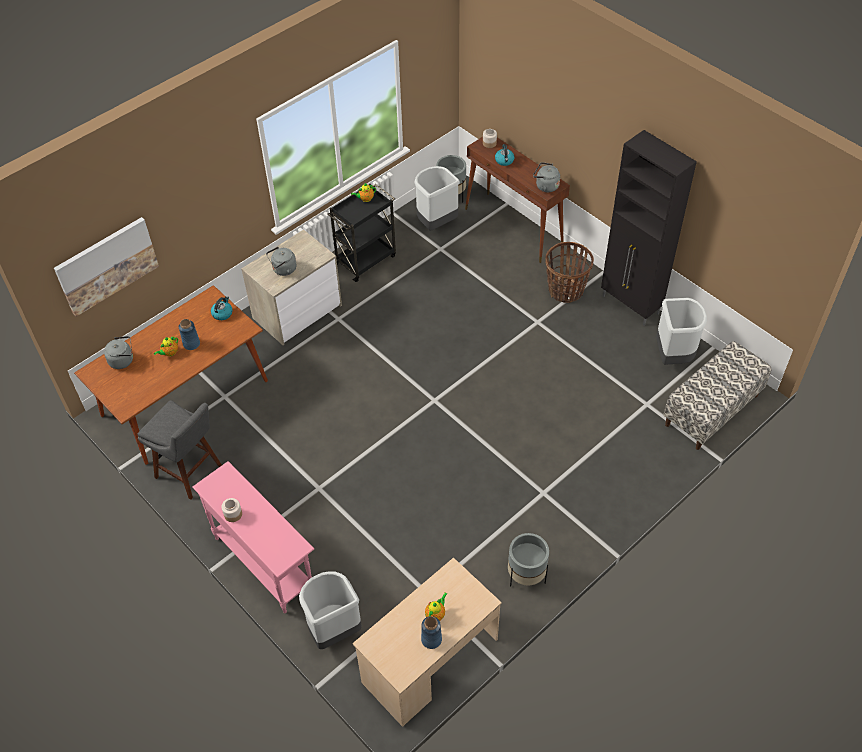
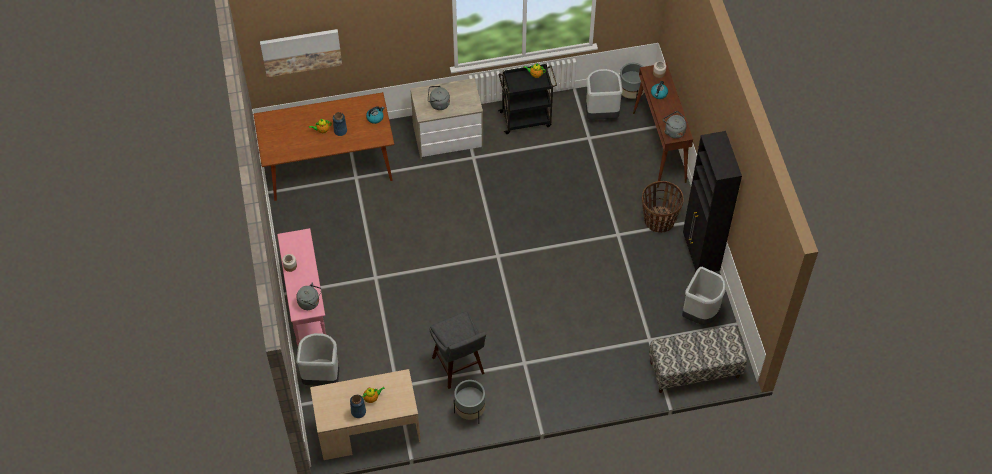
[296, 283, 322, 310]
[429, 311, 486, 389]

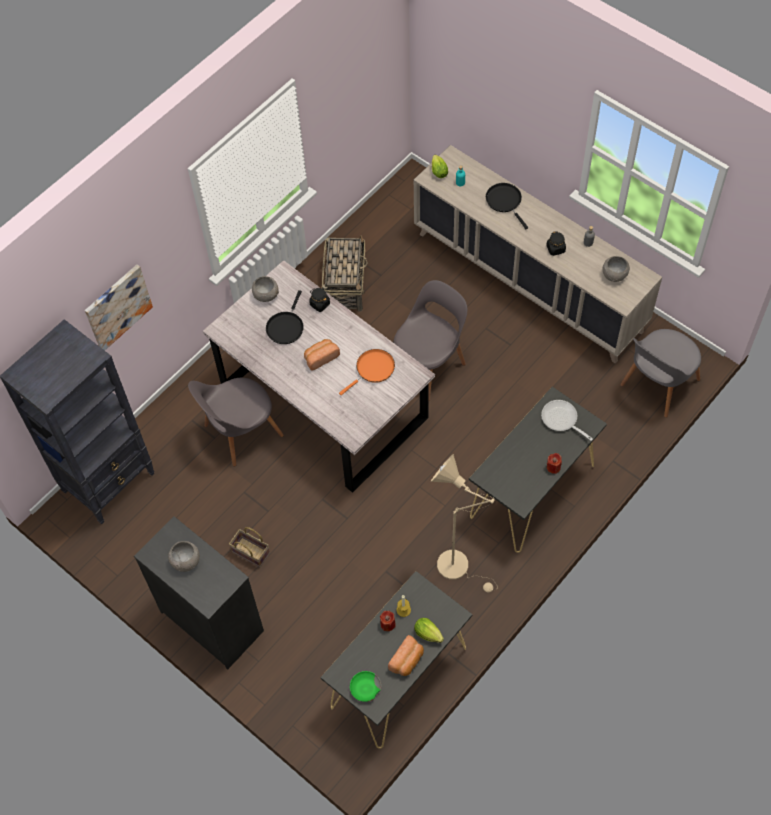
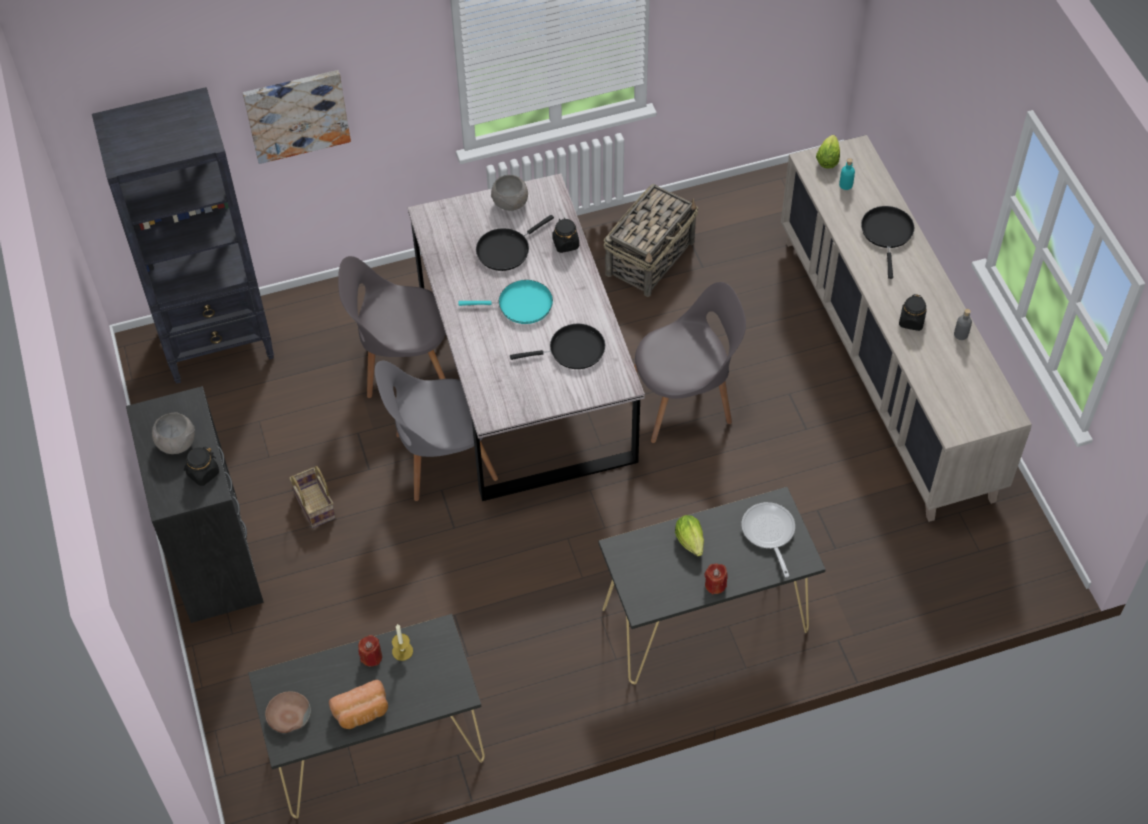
[603, 256, 630, 282] (first image)
[375, 361, 498, 501]
[458, 280, 553, 324]
[510, 324, 605, 369]
[431, 454, 498, 592] (first image)
[675, 515, 704, 556]
[265, 691, 311, 733]
[184, 447, 219, 486]

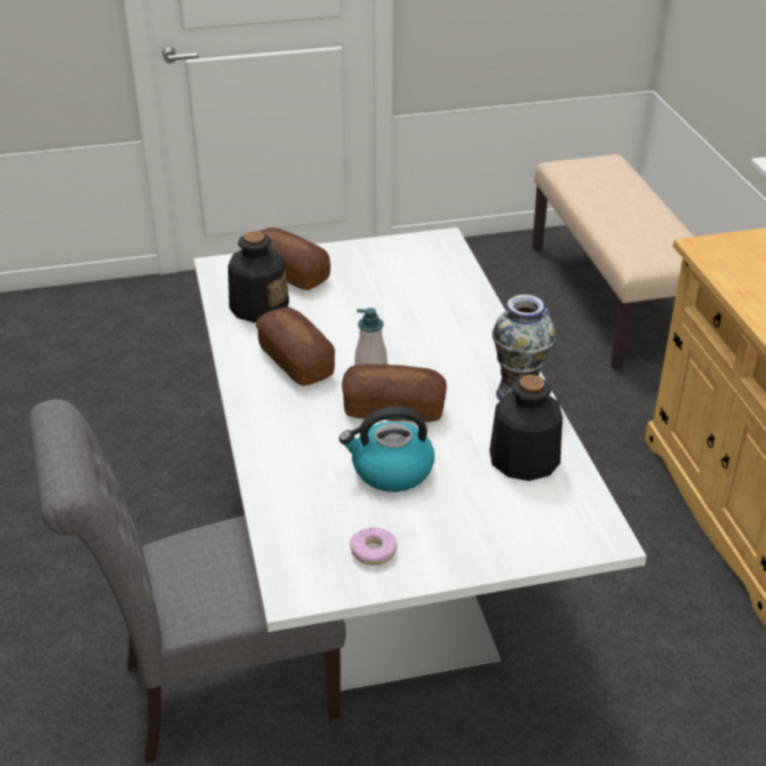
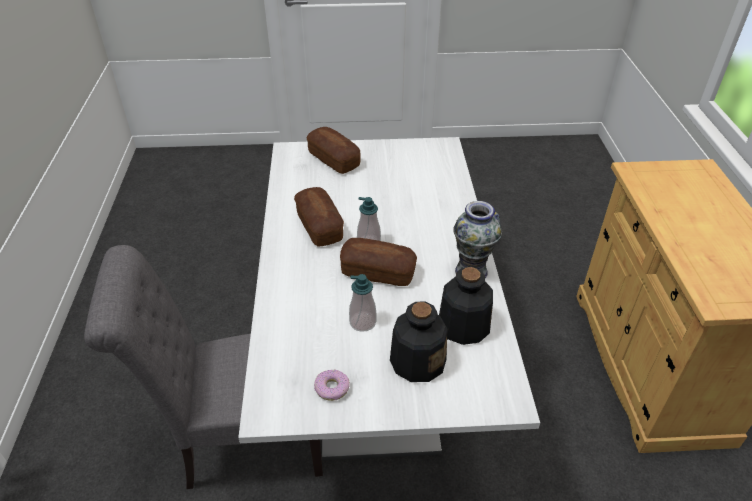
[532, 154, 694, 370] (first image)
[390, 302, 448, 382]
[349, 274, 377, 332]

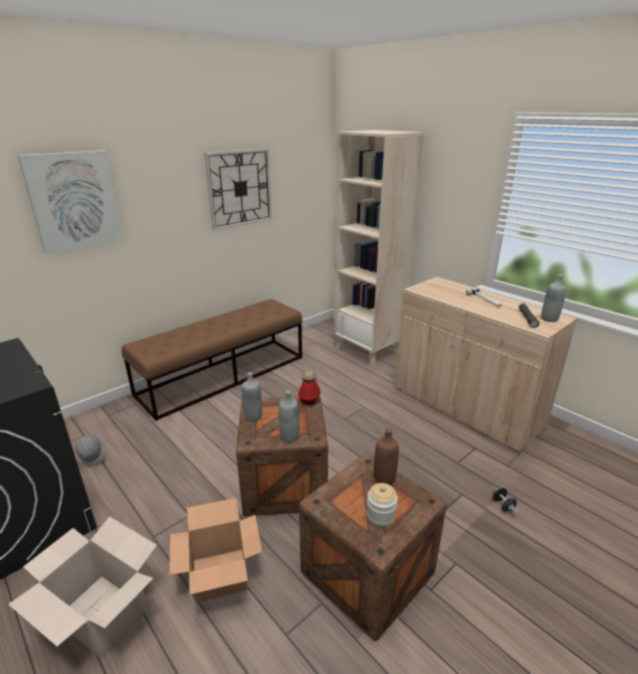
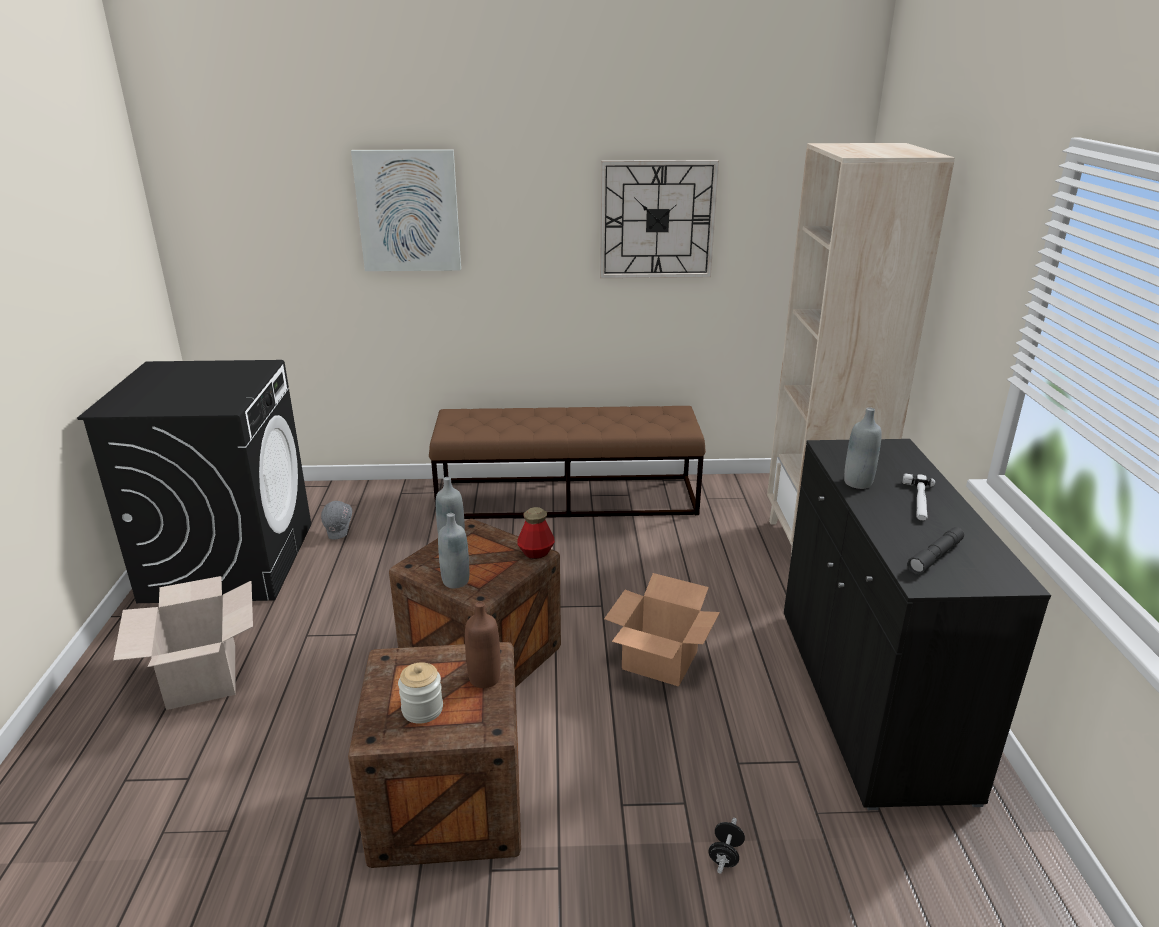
[844, 407, 882, 489]
[784, 439, 1051, 810]
[604, 573, 720, 687]

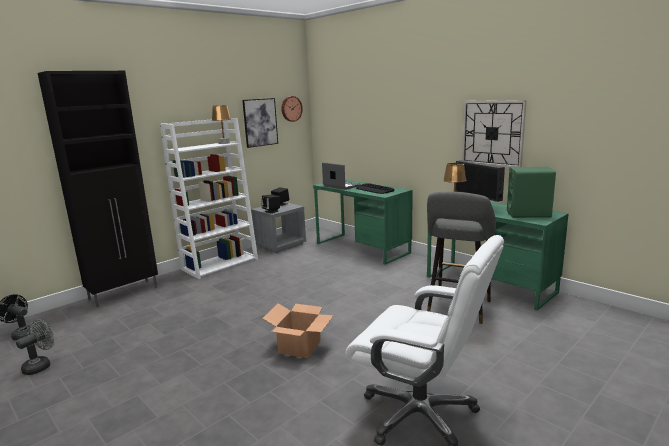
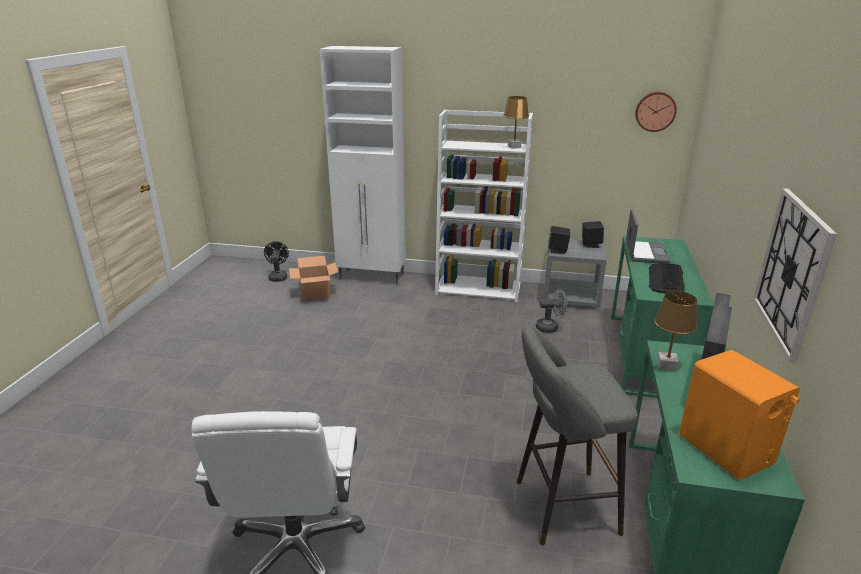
[320, 46, 406, 285]
[242, 98, 278, 148] (first image)
[679, 350, 800, 480]
[289, 256, 338, 301]
[536, 289, 568, 333]

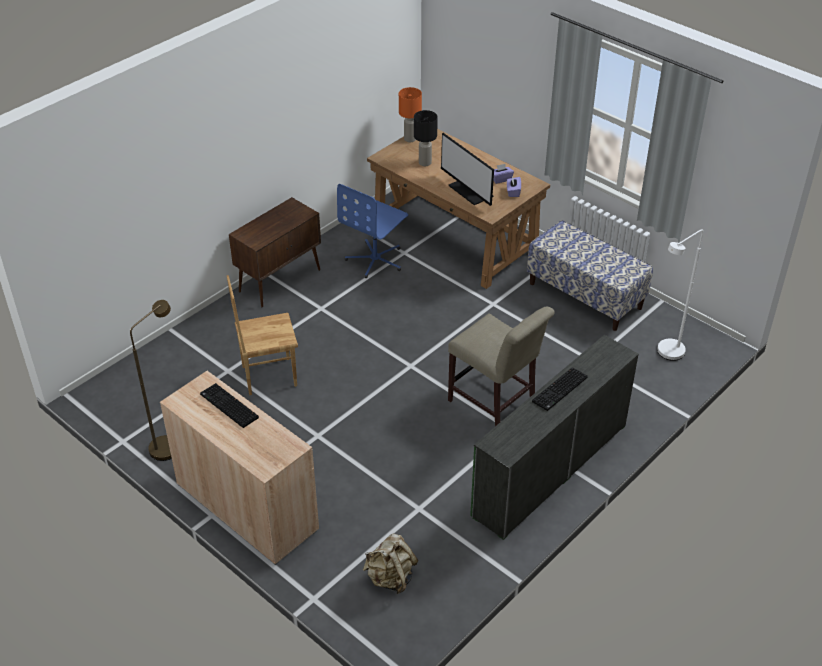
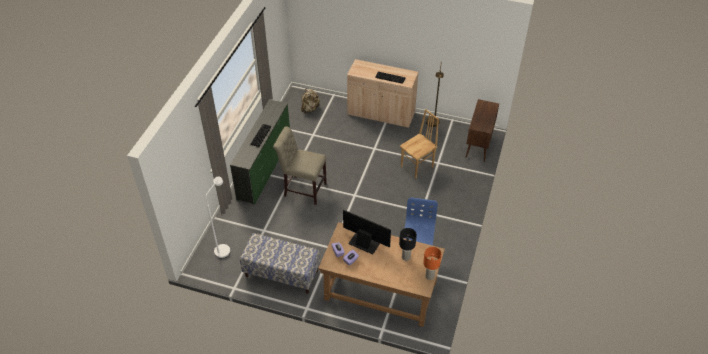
[466, 99, 499, 162]

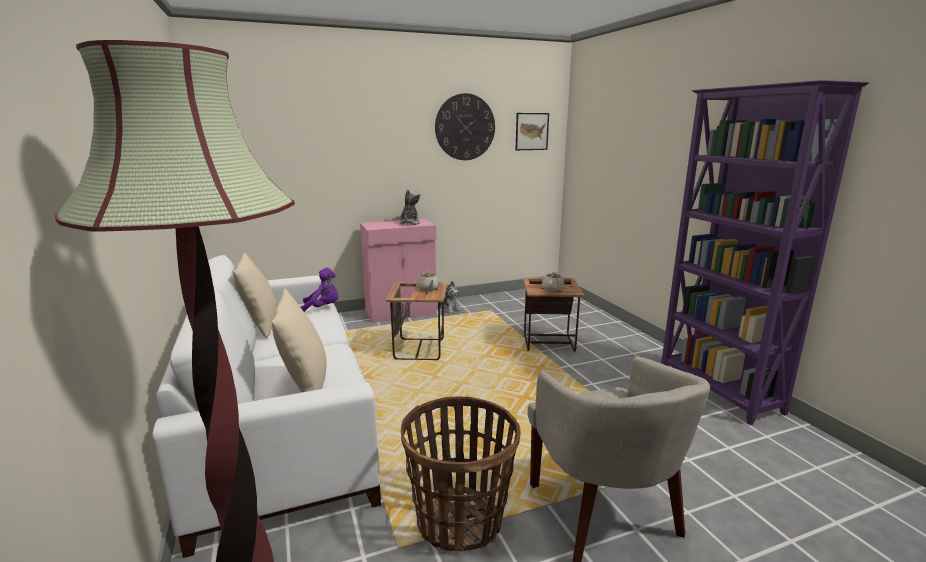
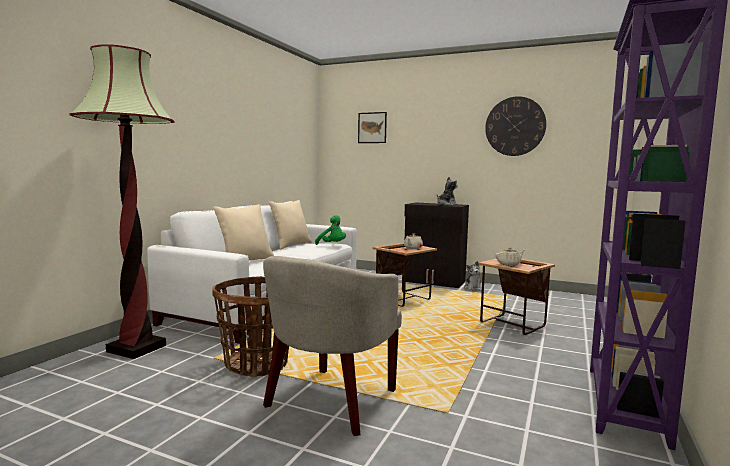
[358, 112, 387, 143]
[405, 202, 469, 288]
[315, 215, 346, 245]

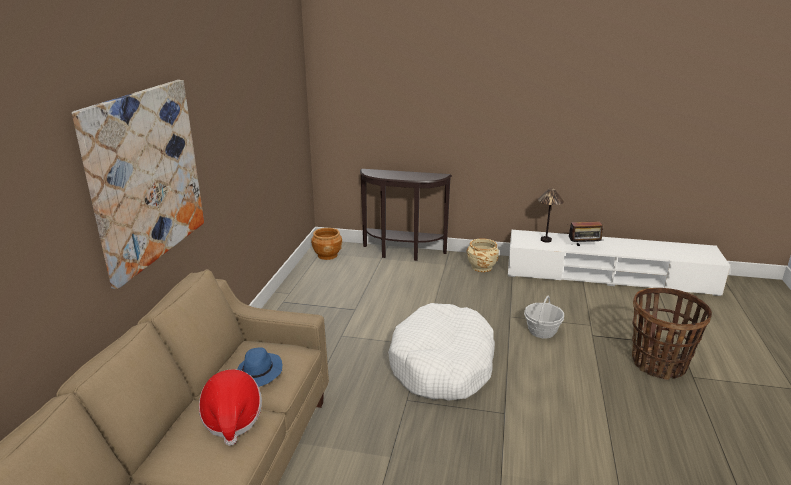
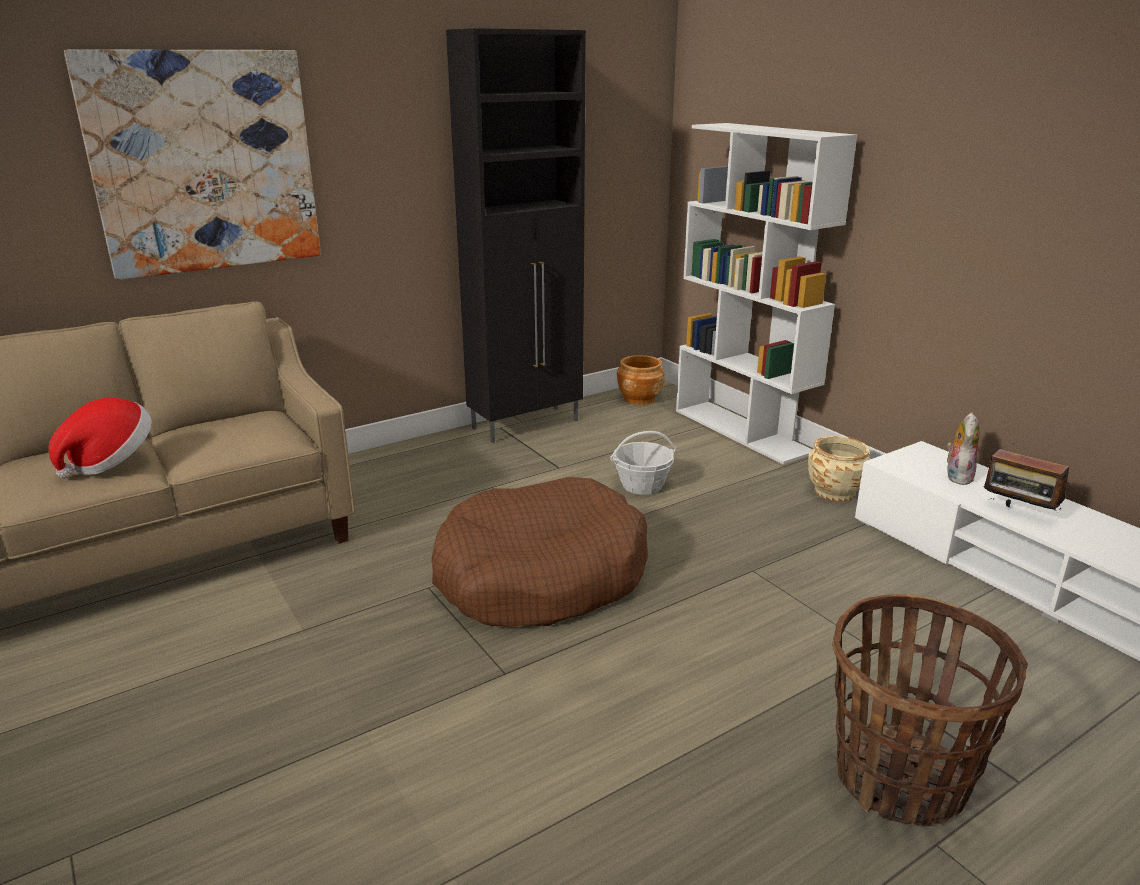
[676, 123, 857, 465]
[947, 412, 980, 485]
[610, 431, 676, 495]
[431, 477, 648, 627]
[237, 347, 282, 387] (first image)
[446, 28, 586, 443]

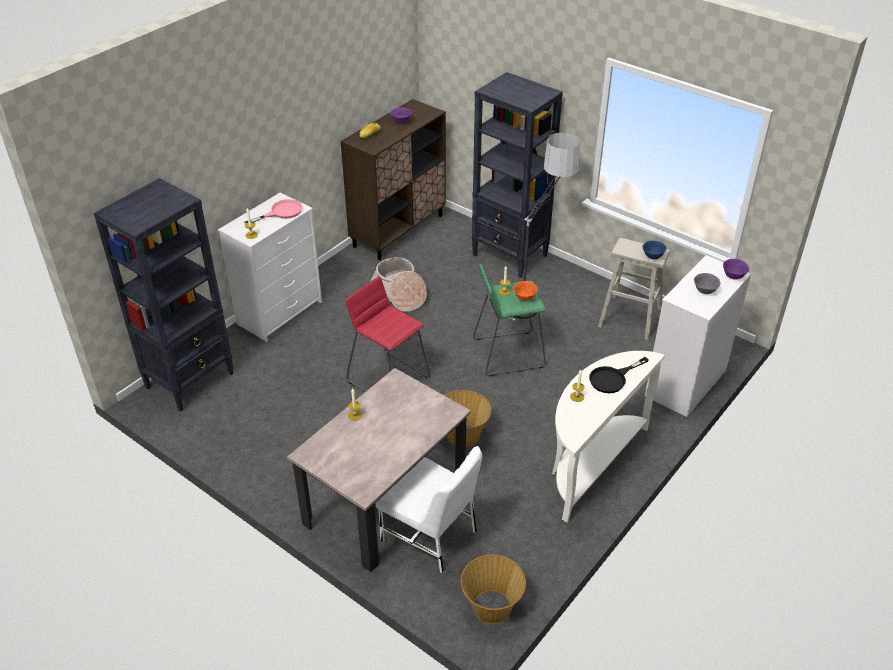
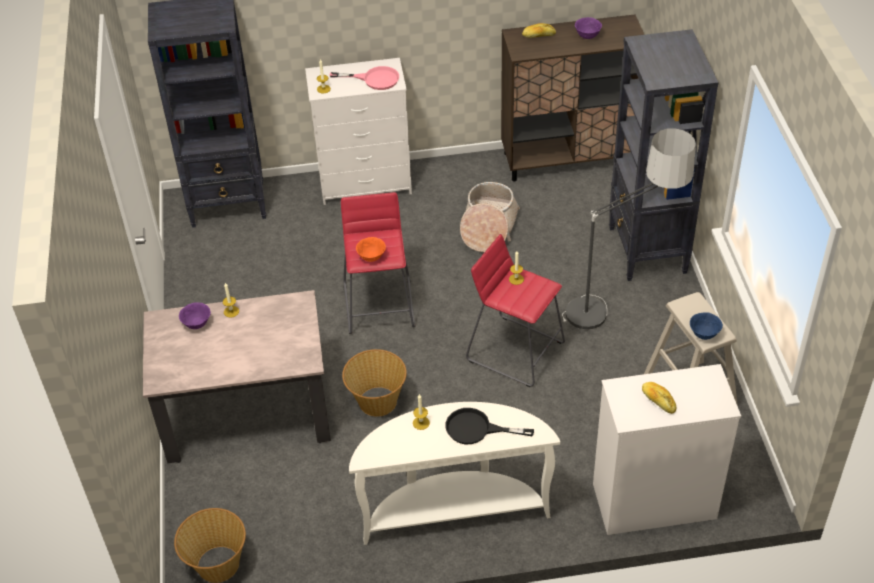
[179, 302, 211, 329]
[466, 234, 565, 387]
[642, 382, 676, 414]
[356, 237, 386, 262]
[376, 446, 482, 574] (first image)

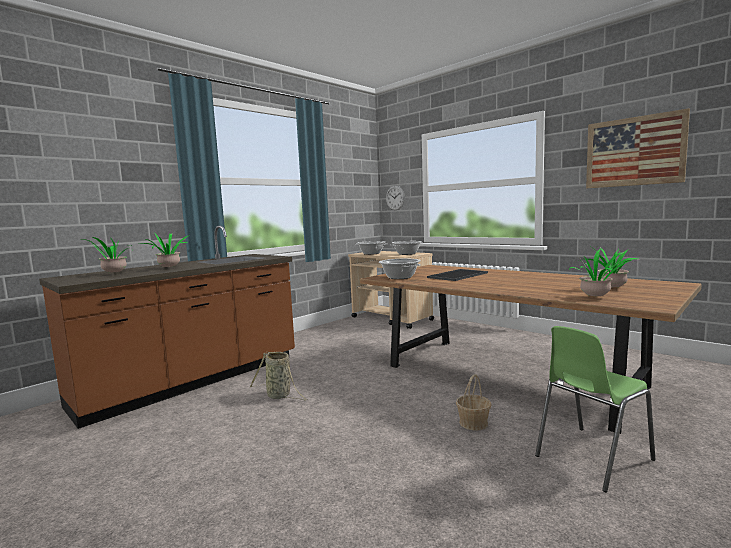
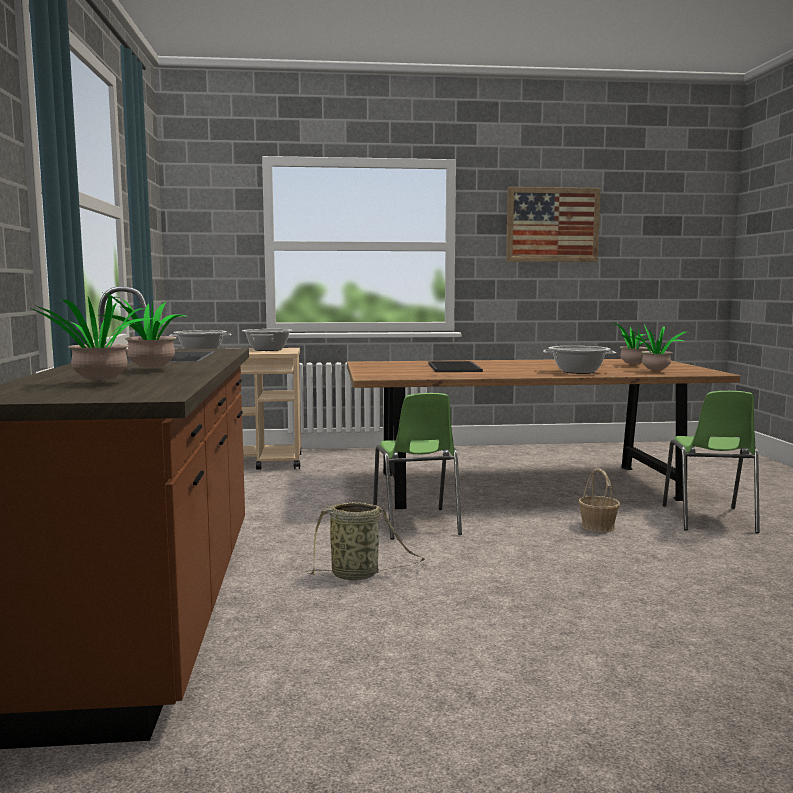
[386, 186, 405, 210] (first image)
[543, 346, 616, 374]
[373, 393, 462, 539]

